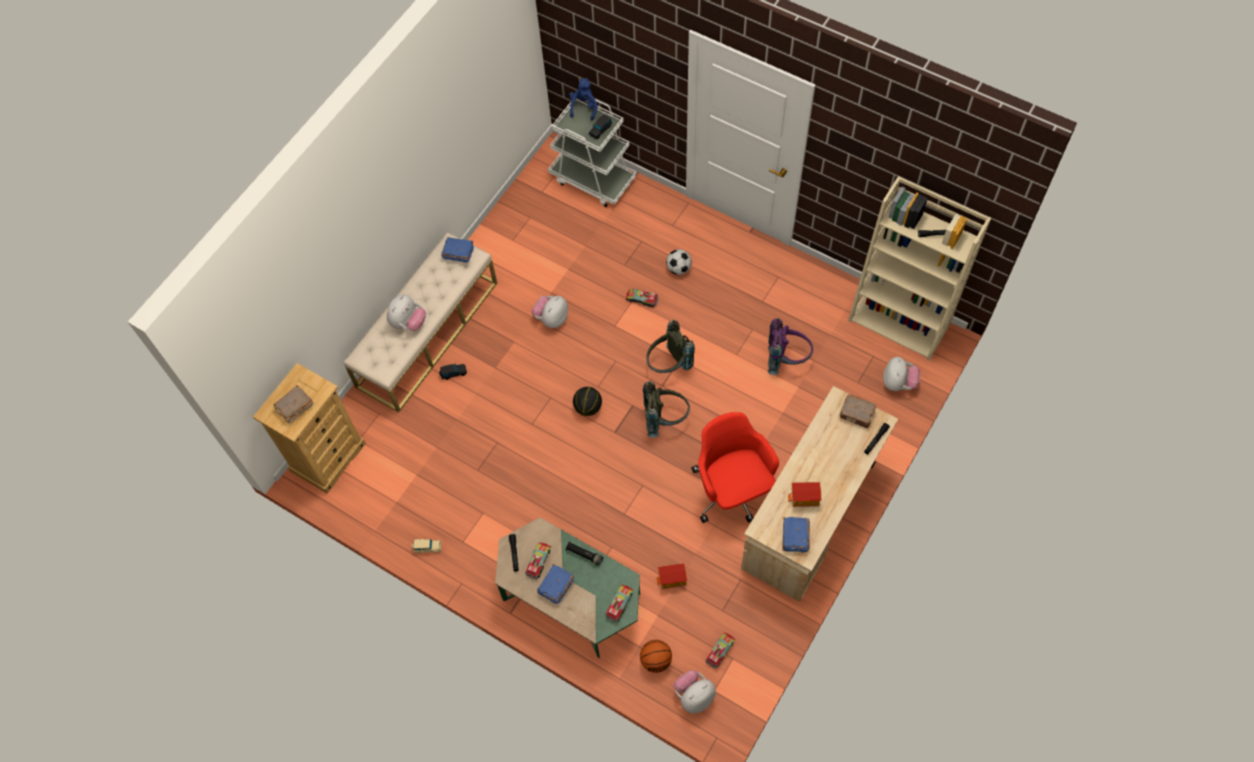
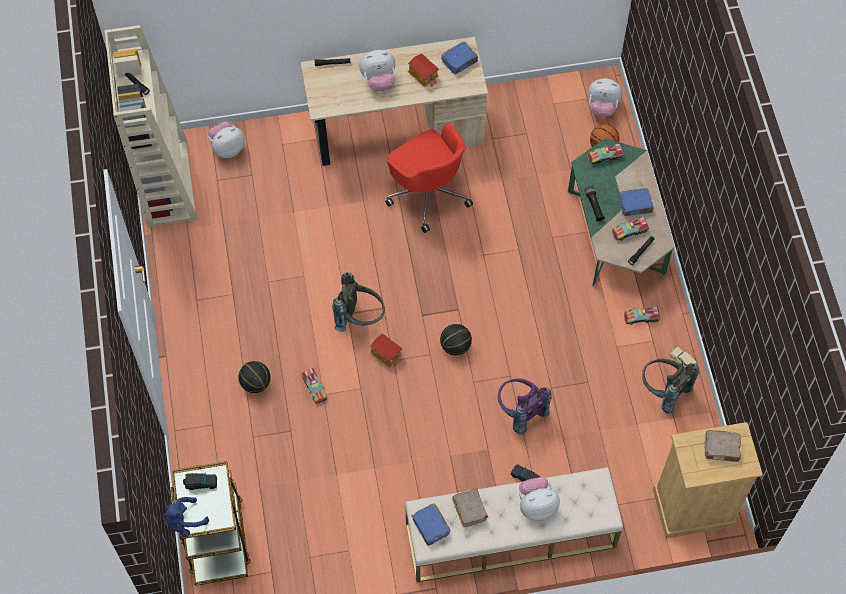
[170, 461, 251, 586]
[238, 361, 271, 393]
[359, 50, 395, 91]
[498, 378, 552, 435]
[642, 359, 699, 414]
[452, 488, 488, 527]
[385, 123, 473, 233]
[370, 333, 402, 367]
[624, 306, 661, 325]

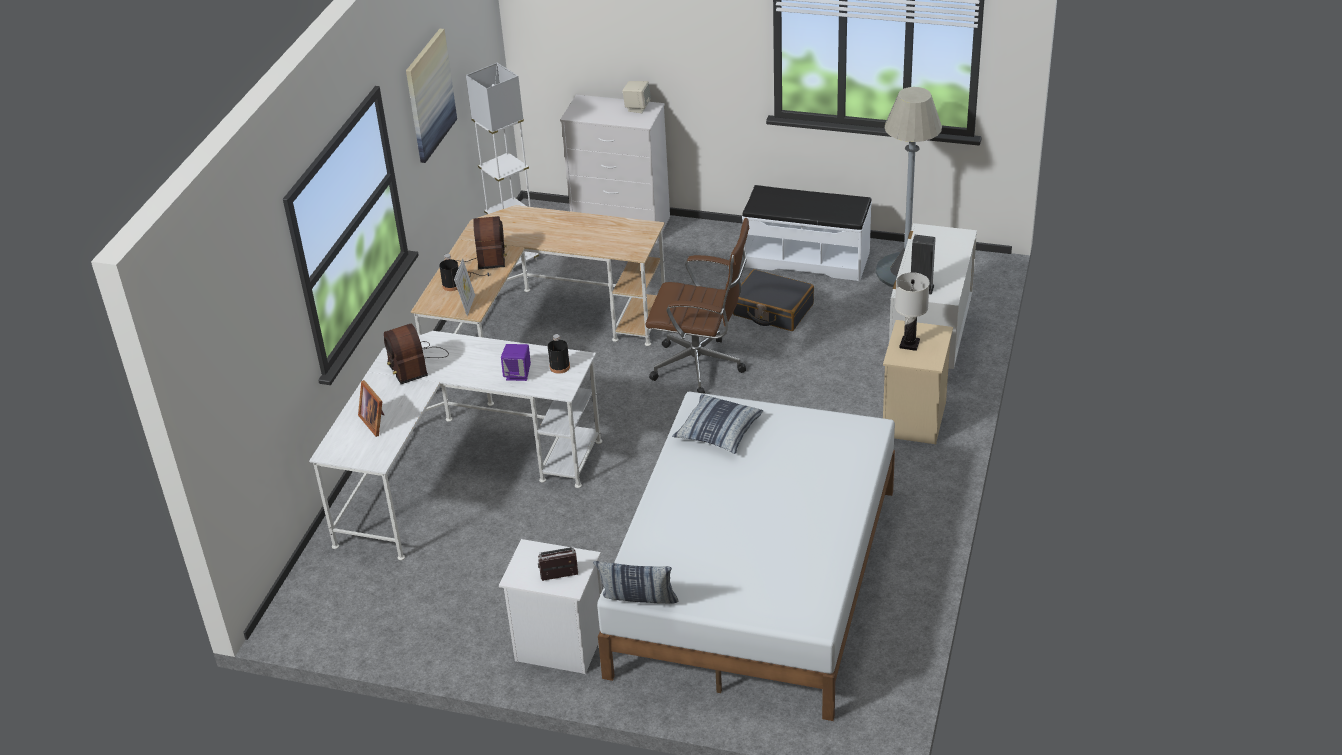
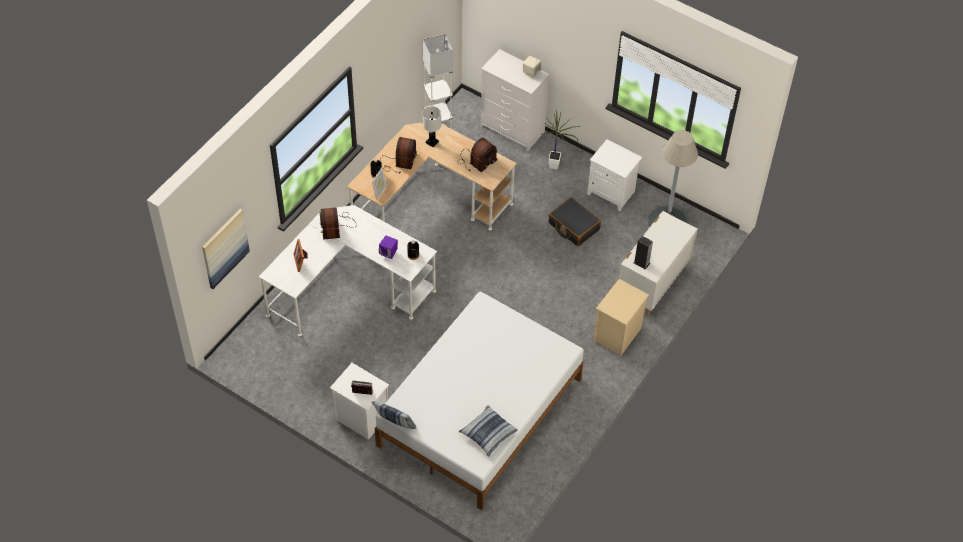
[202, 209, 250, 289]
[587, 140, 642, 211]
[645, 218, 750, 394] (first image)
[423, 106, 441, 147]
[459, 405, 518, 457]
[543, 111, 580, 169]
[458, 138, 497, 172]

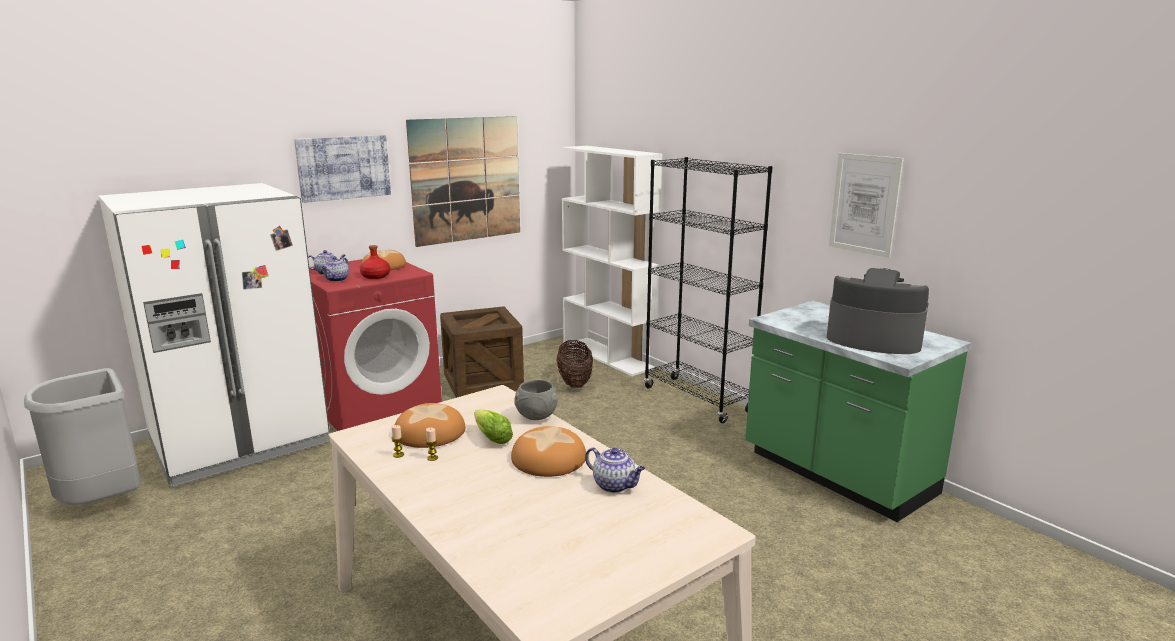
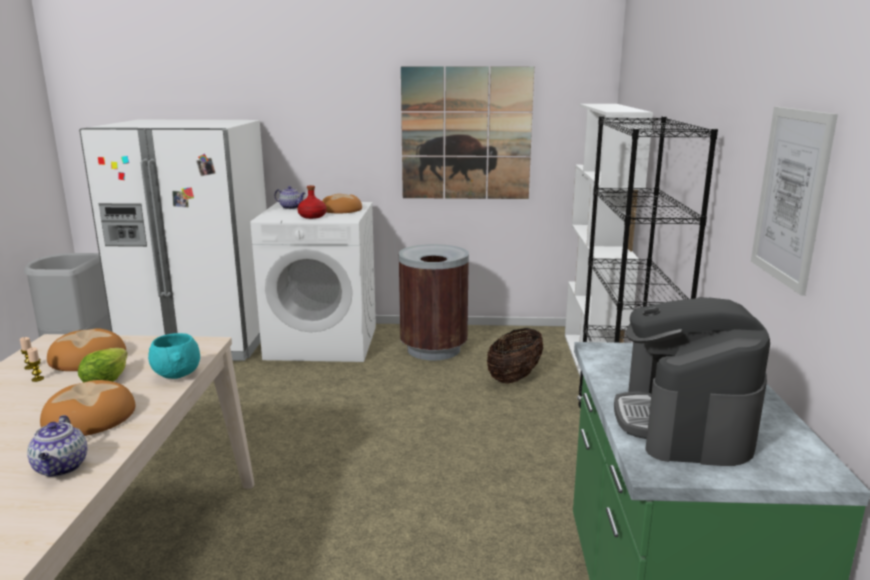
[294, 135, 391, 203] (first image)
[322, 256, 349, 282] (first image)
[250, 202, 376, 362]
[614, 297, 770, 466]
[399, 244, 469, 360]
[148, 333, 200, 379]

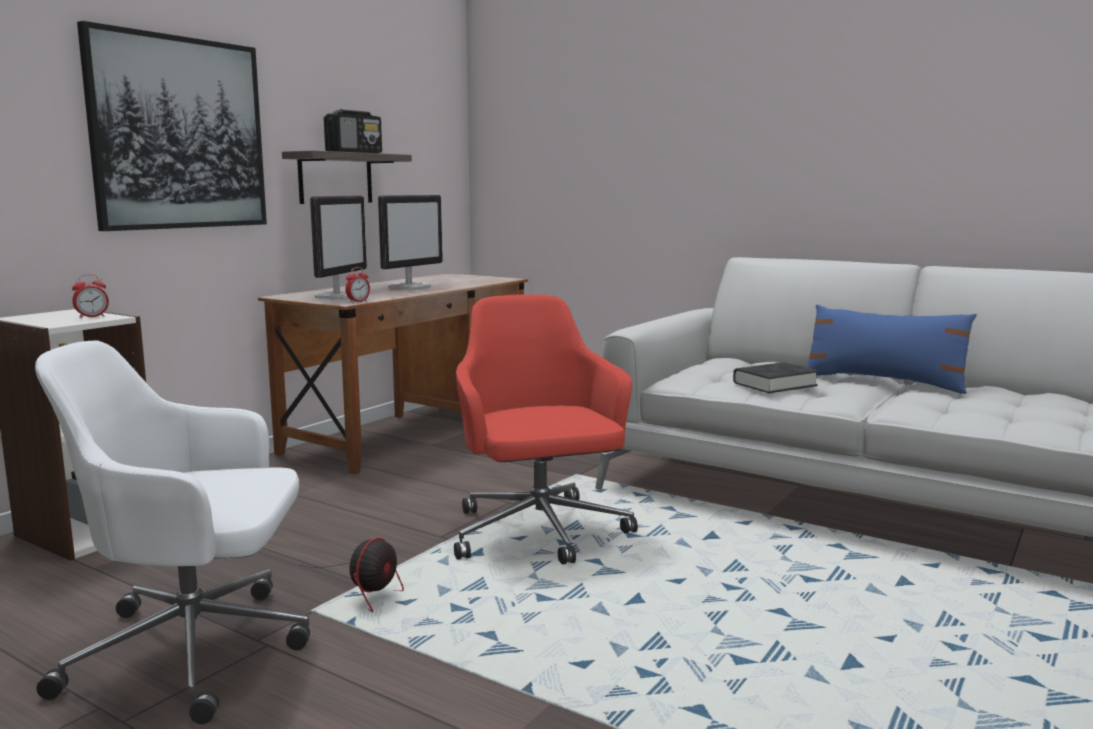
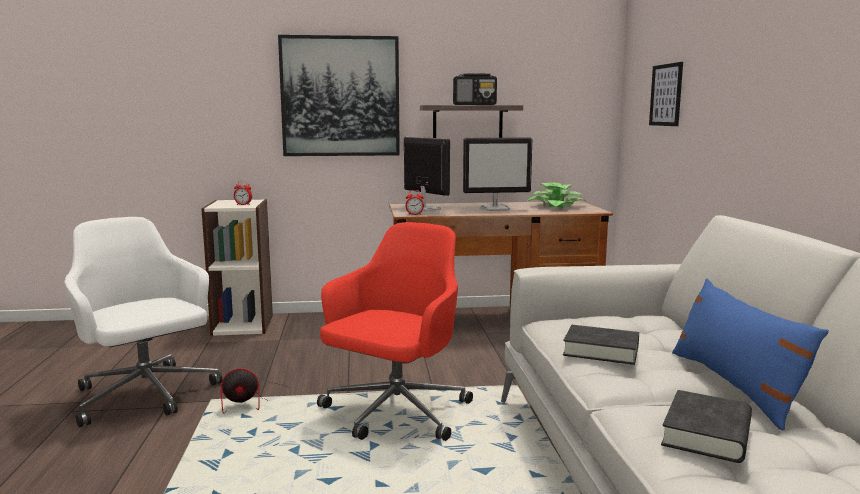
[404, 137, 450, 212]
[649, 62, 683, 126]
[528, 183, 586, 209]
[661, 390, 752, 463]

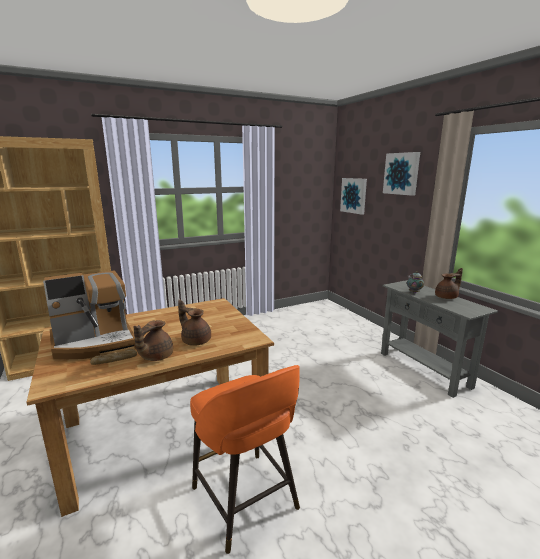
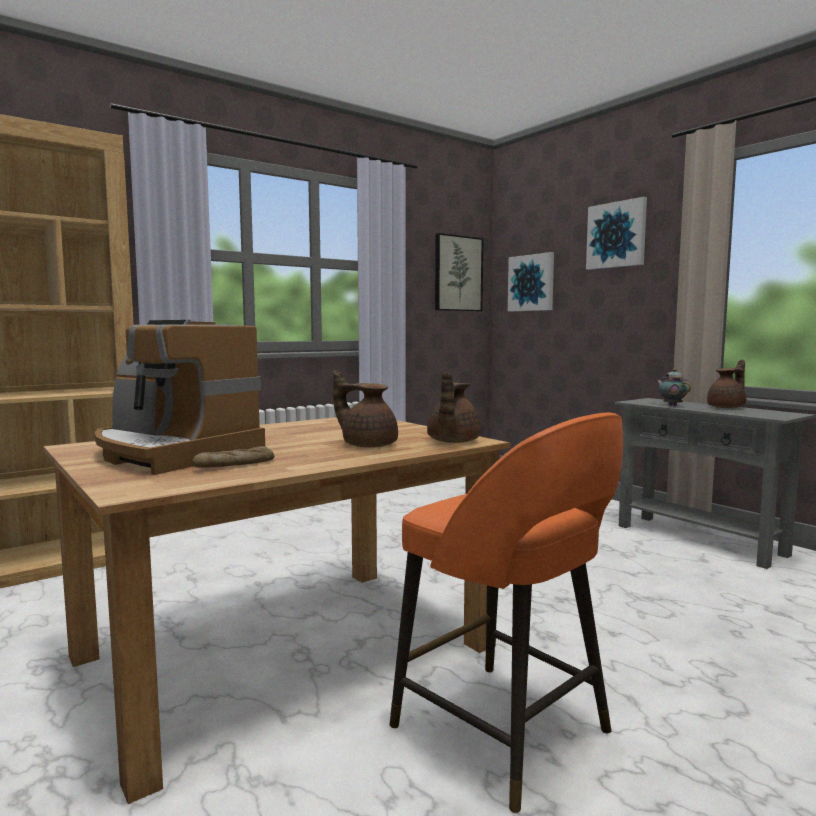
[94, 320, 265, 475]
[427, 372, 480, 443]
[435, 233, 483, 311]

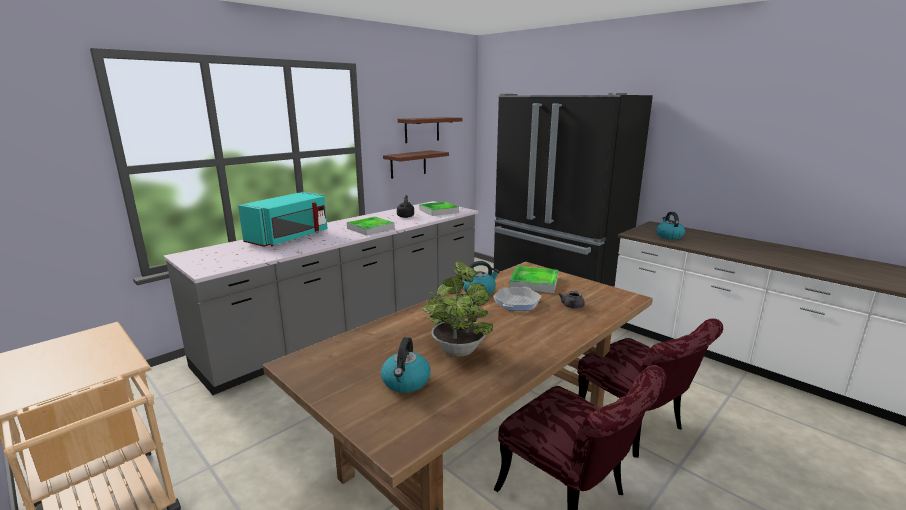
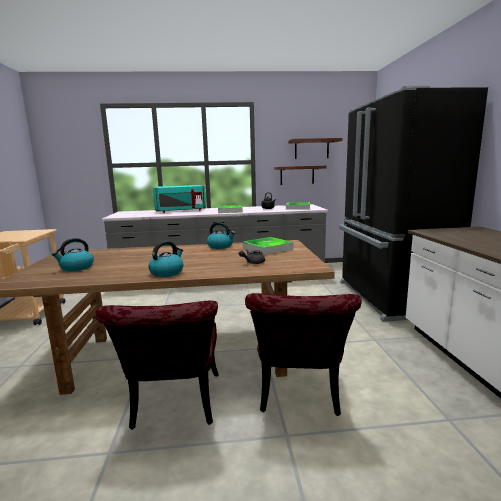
[148, 241, 184, 277]
[422, 261, 493, 357] (first image)
[493, 287, 541, 311] (first image)

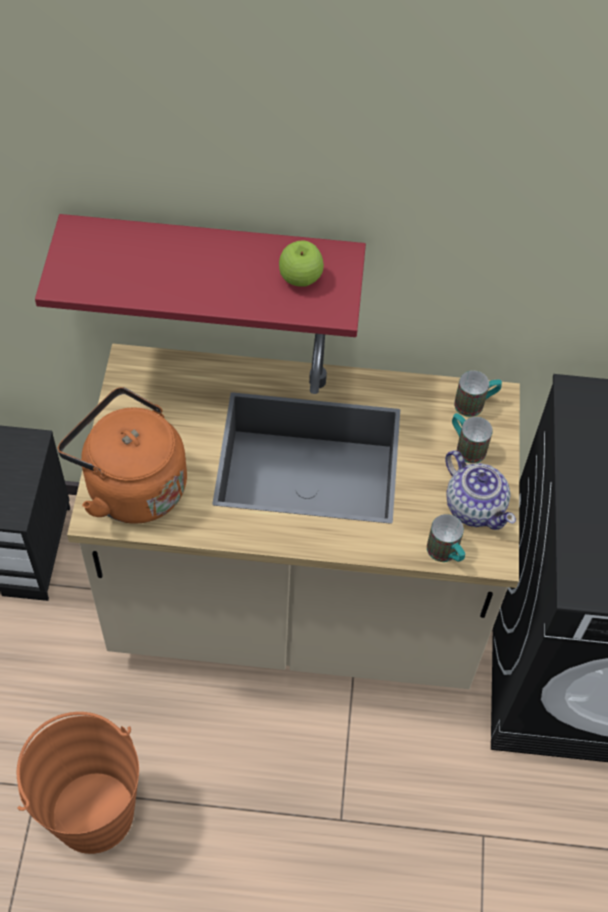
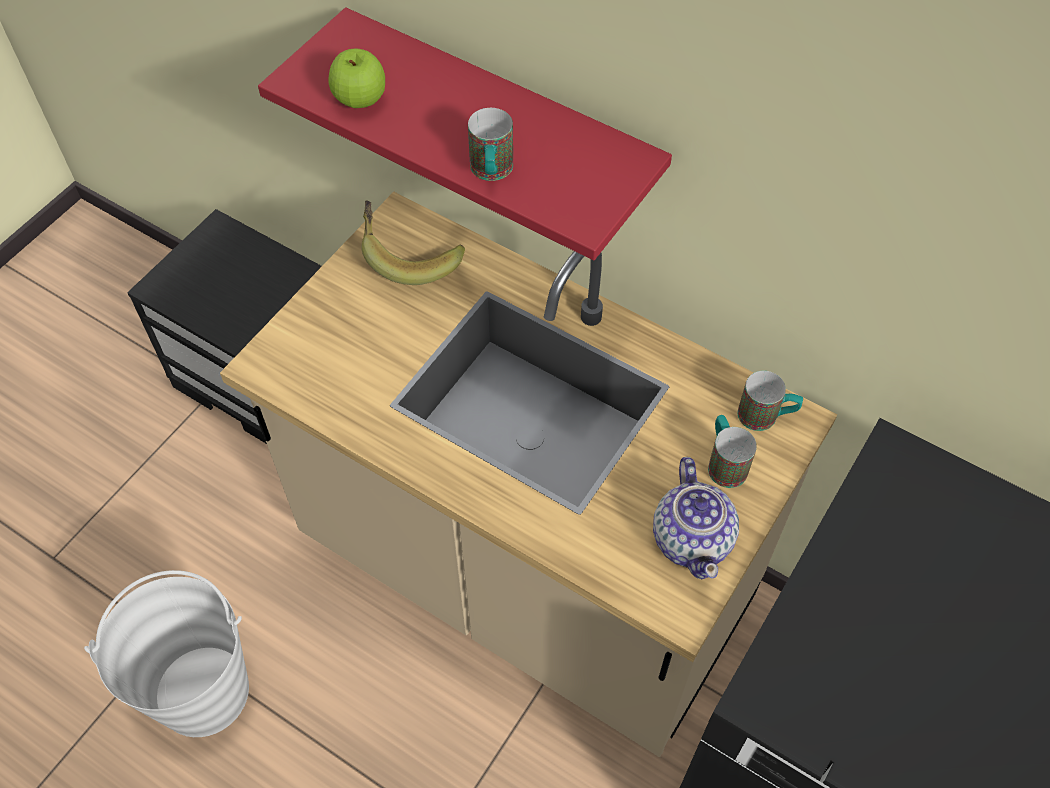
[329, 49, 385, 108]
[58, 387, 187, 524] (first image)
[468, 108, 513, 181]
[84, 570, 249, 737]
[361, 201, 465, 285]

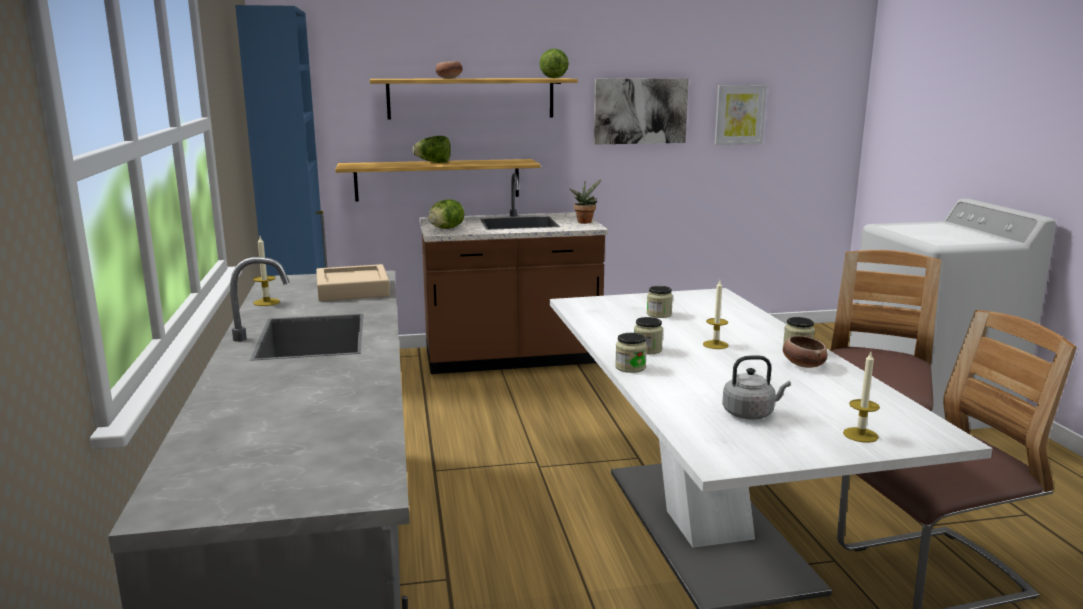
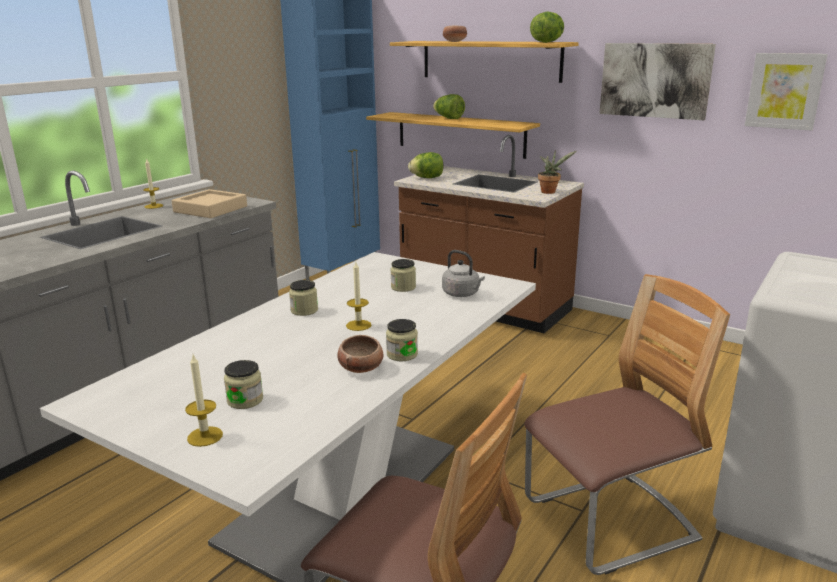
[224, 360, 263, 409]
[442, 250, 485, 297]

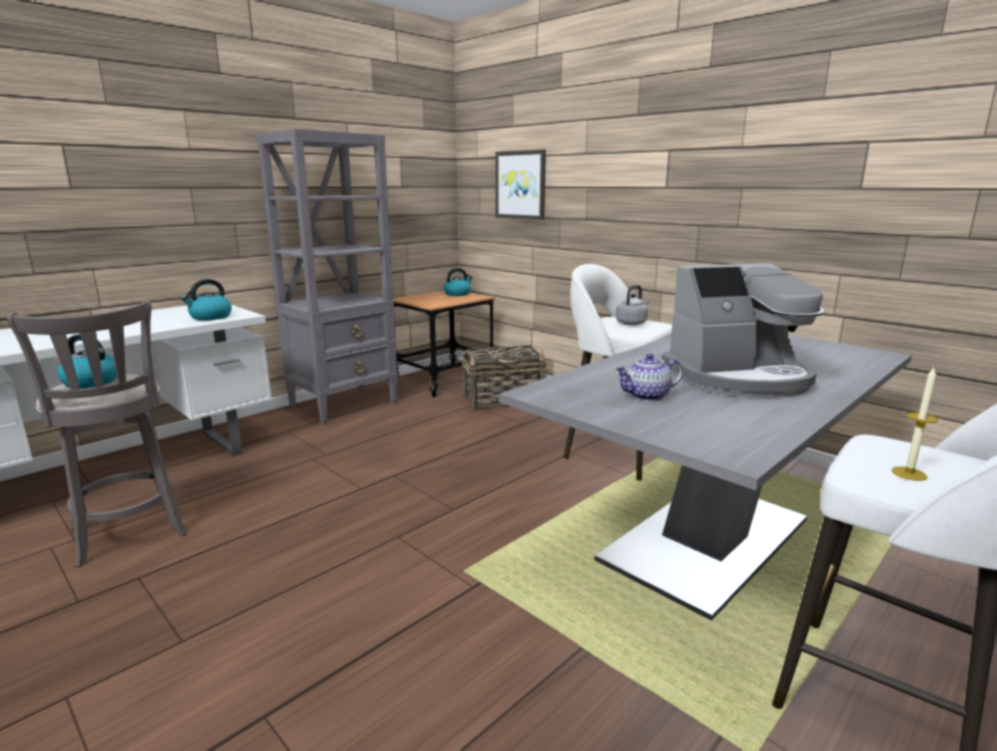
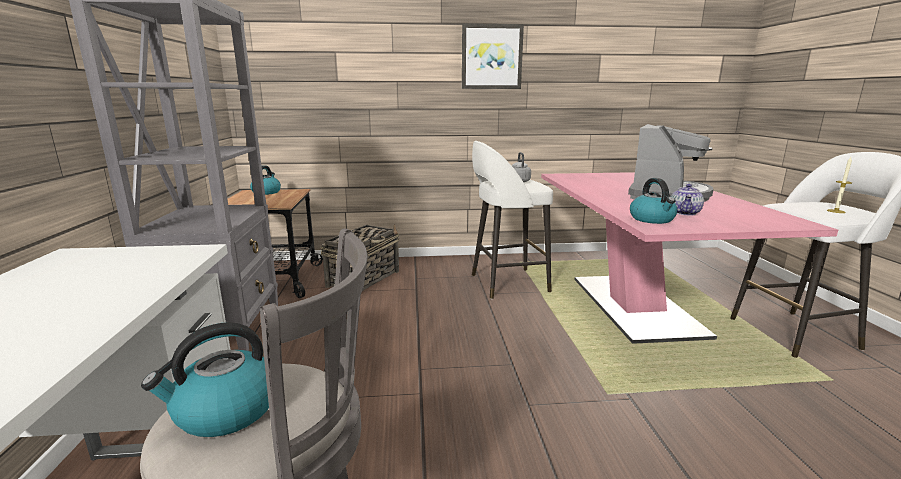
[462, 23, 524, 89]
[630, 178, 677, 224]
[541, 172, 838, 344]

